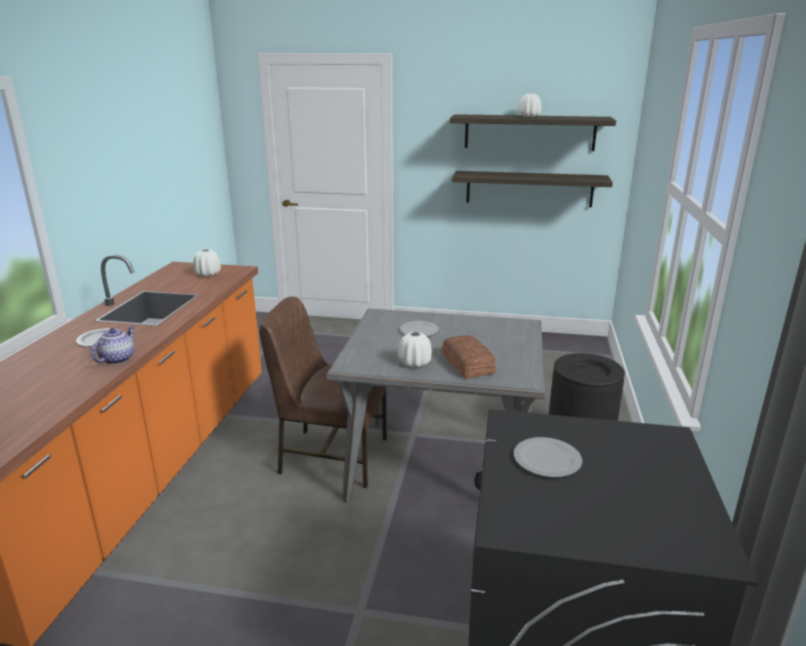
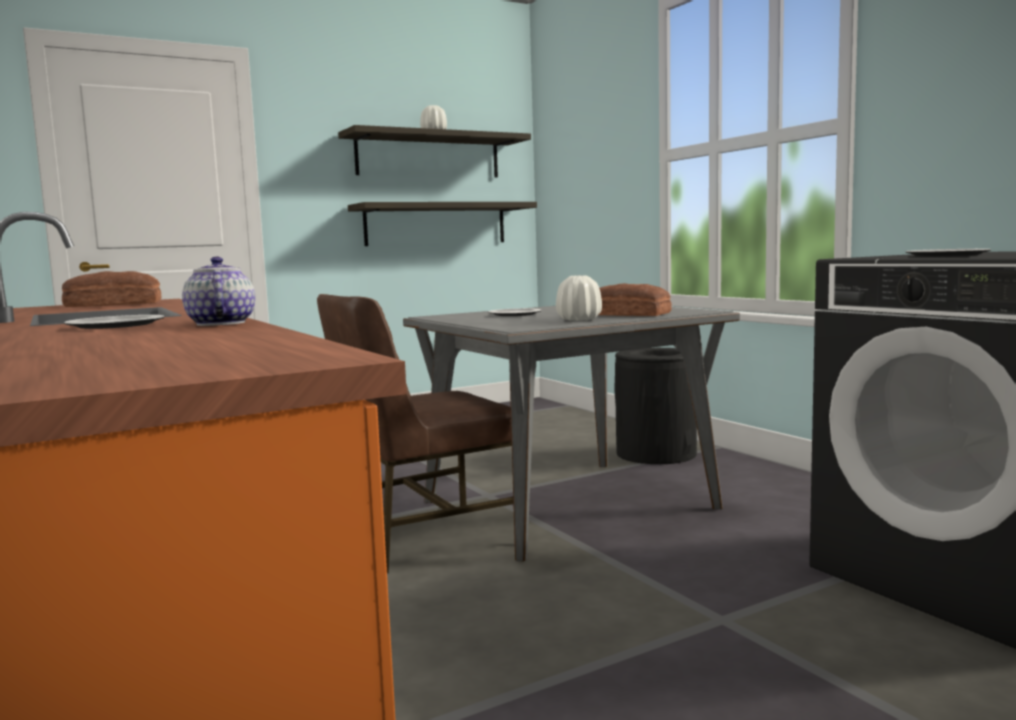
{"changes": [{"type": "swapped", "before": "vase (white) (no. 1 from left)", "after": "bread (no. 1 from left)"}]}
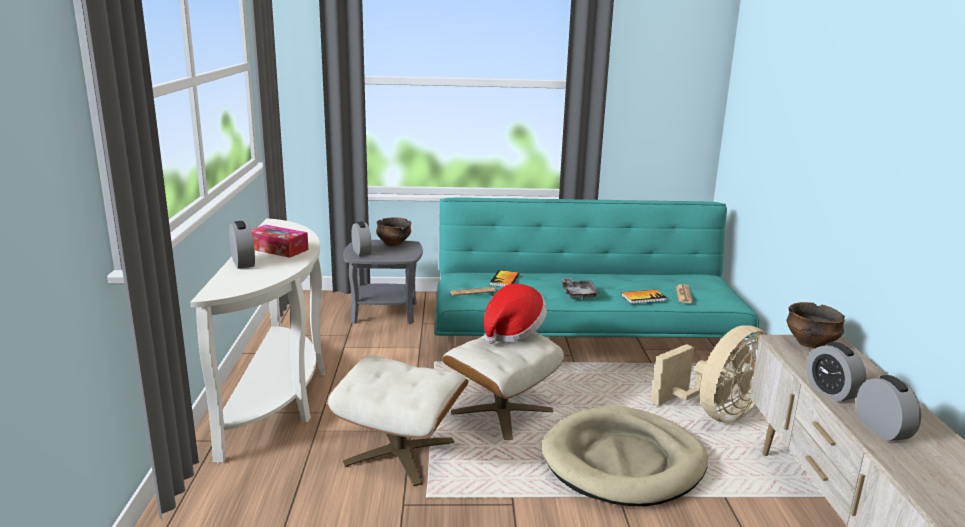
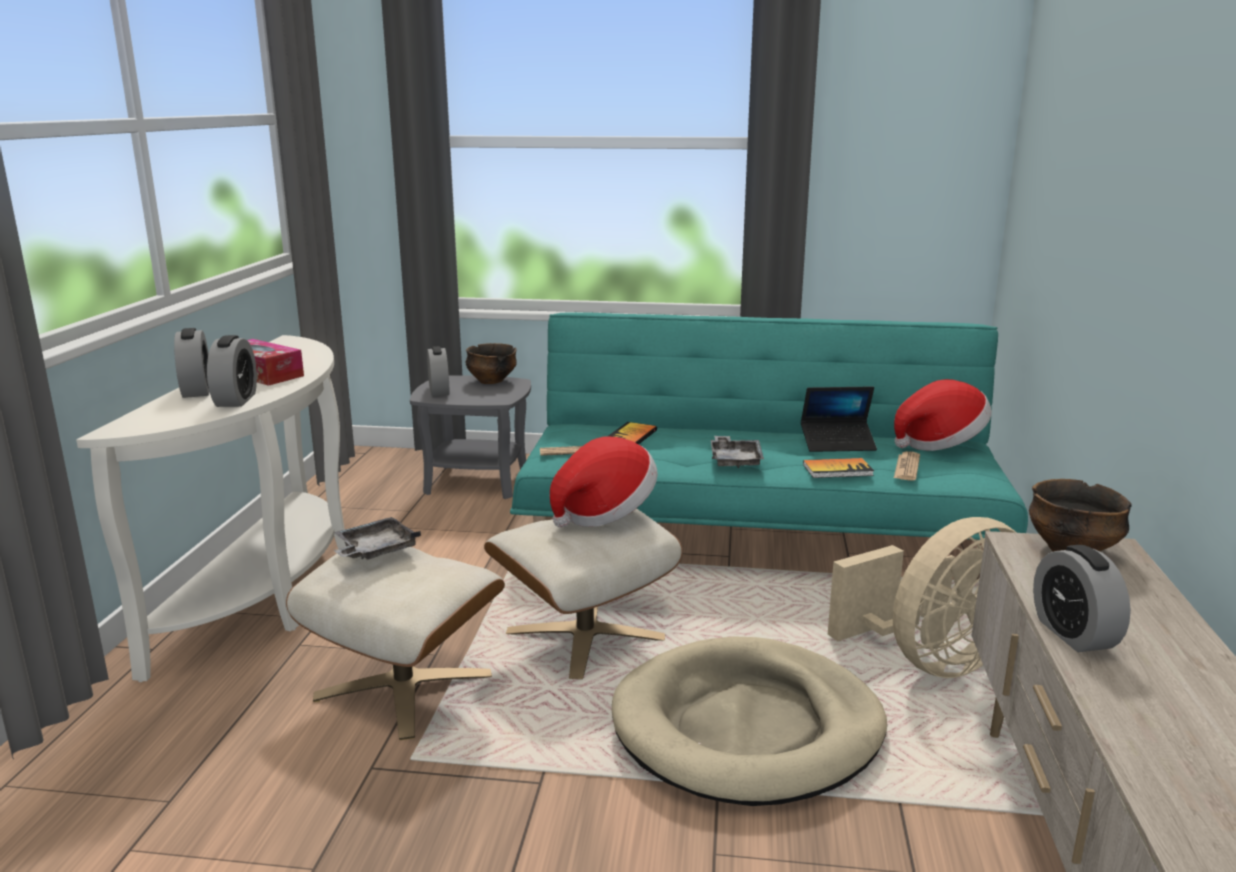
{"changes": [{"type": "shifted", "before": "alarm clock (no. 4 from left in the first image)", "after": "alarm clock (no. 2 from left)"}, {"type": "new", "after": "tray (grey) (no. 1 from left)"}, {"type": "new", "after": "laptop"}, {"type": "new", "after": "hat (no. 2 from left)"}]}
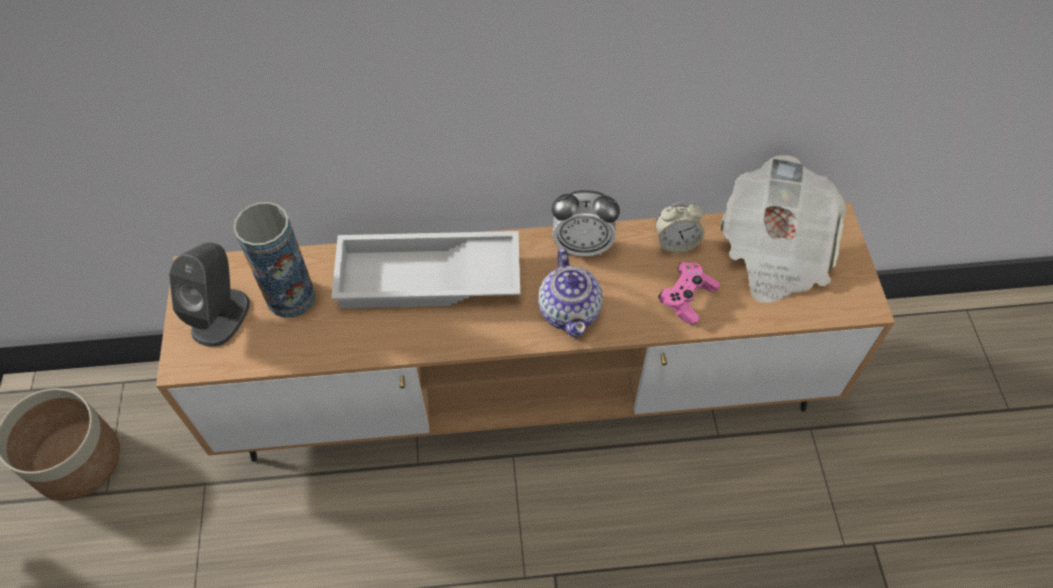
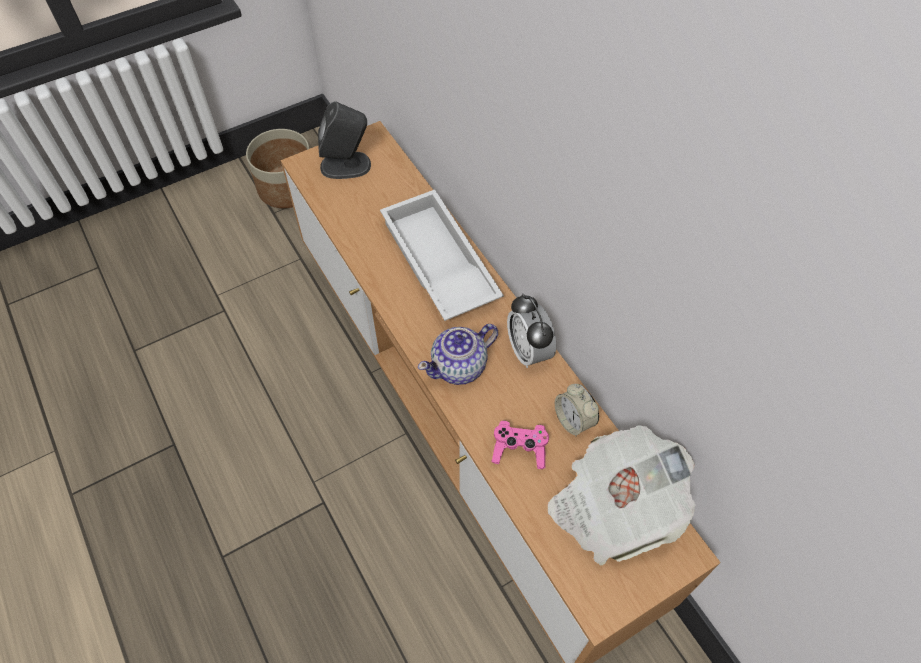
{"changes": [{"type": "gone", "before": "vase"}]}
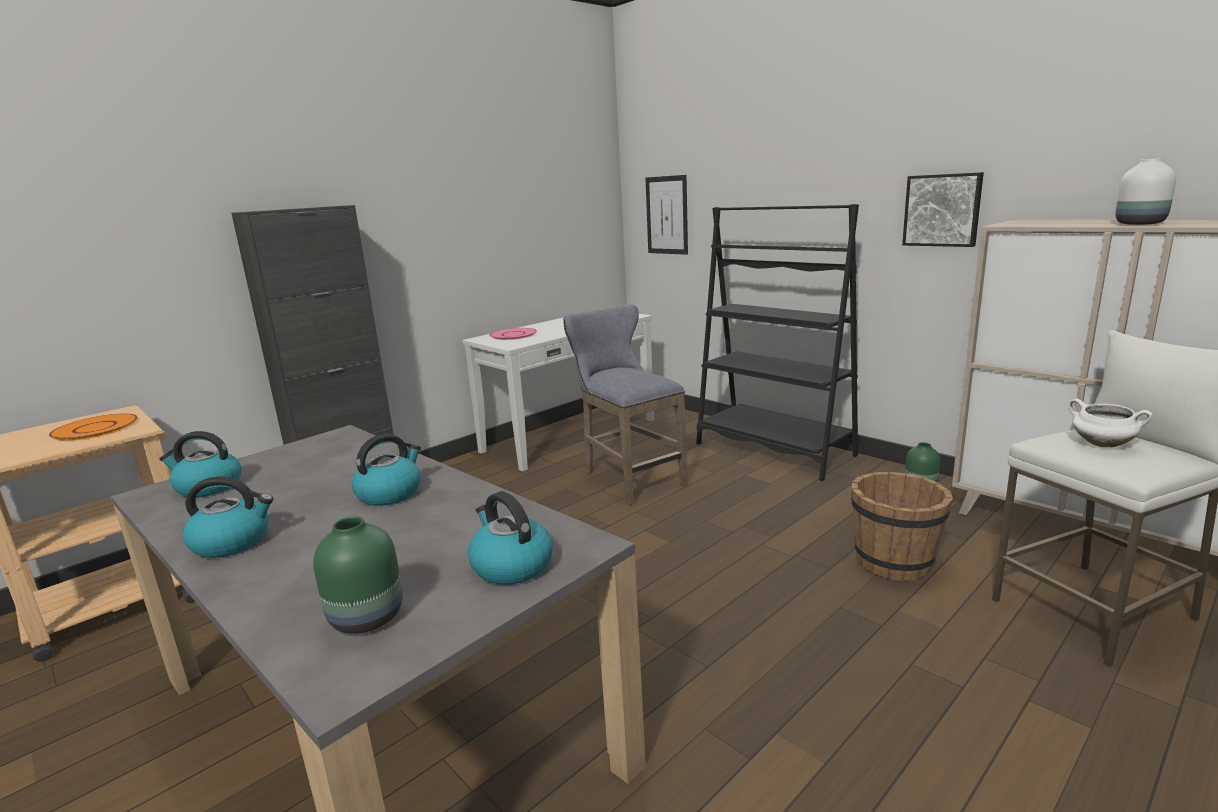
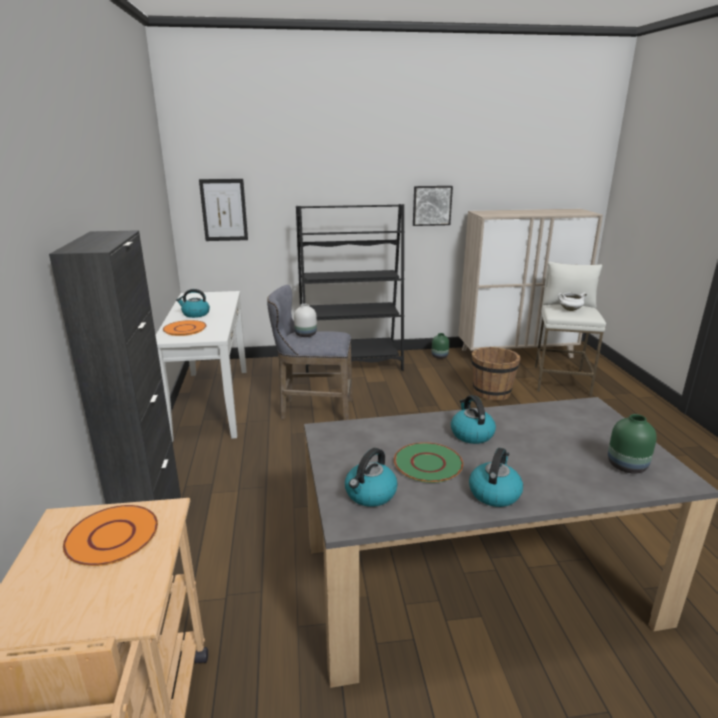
{"changes": [{"type": "repainted", "before": "plate (pink)", "after": "plate (orange) (no. 2 from left)"}, {"type": "shifted", "before": "kettle (no. 4 from left in the first image)", "after": "kettle (no. 1 from left)"}, {"type": "shifted", "before": "vase (white)"}, {"type": "new", "after": "plate (green)"}]}
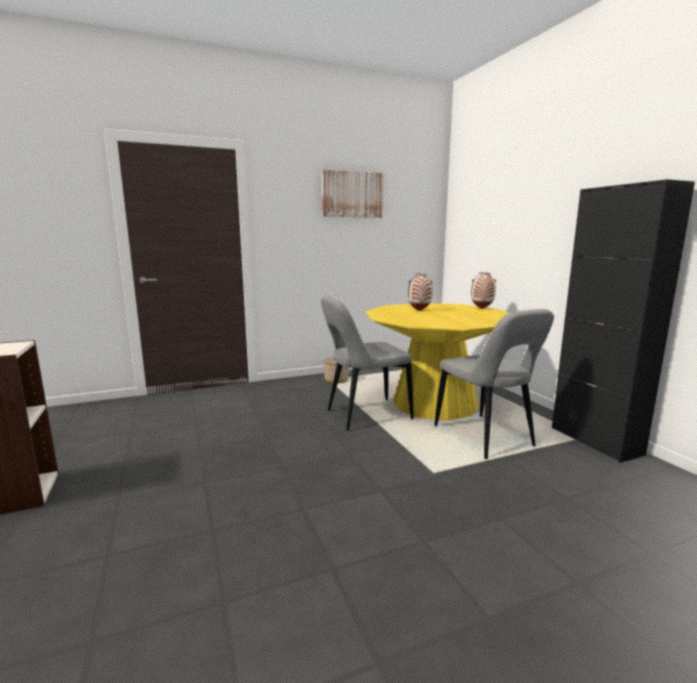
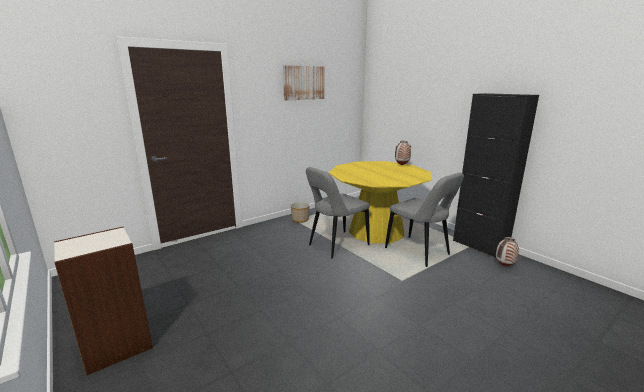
{"changes": [{"type": "shifted", "before": "vase (no. 1 from left in the first image)", "after": "vase (no. 2 from left)"}]}
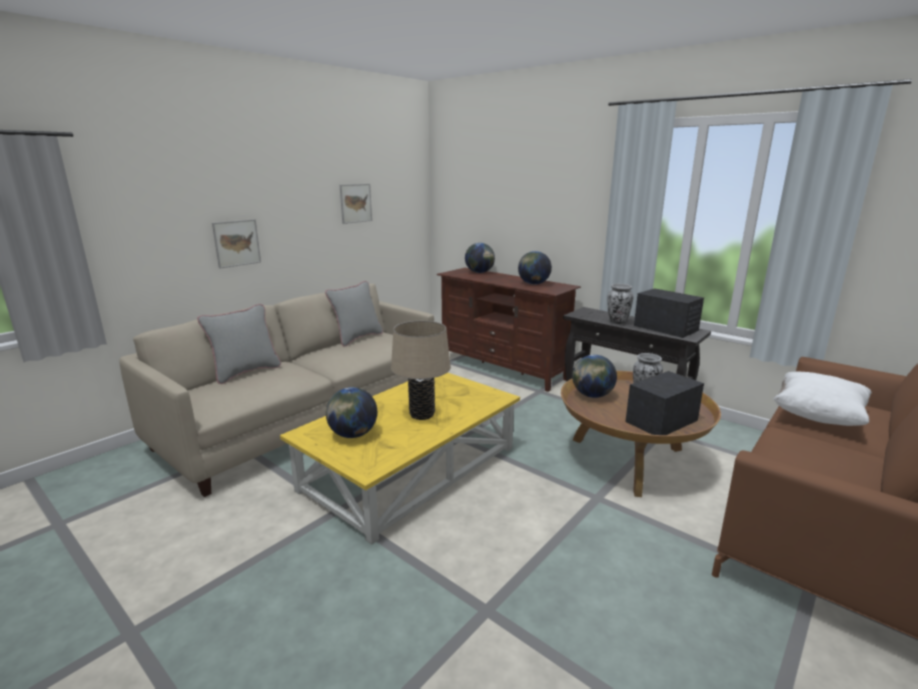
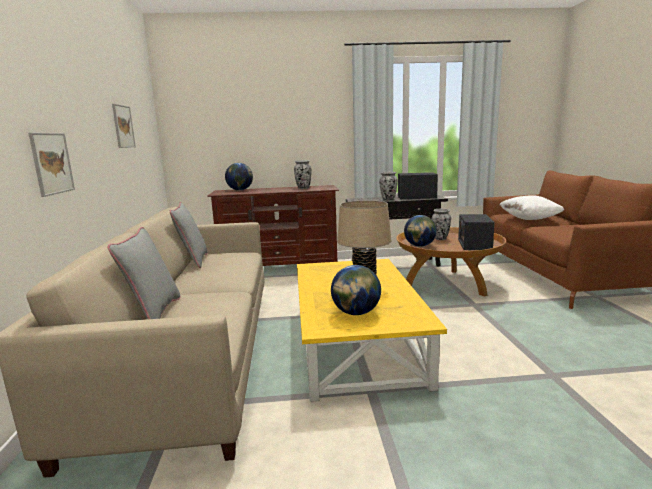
{"changes": [{"type": "swapped", "before": "globe (no. 3 from left)", "after": "vase (no. 1 from left)"}]}
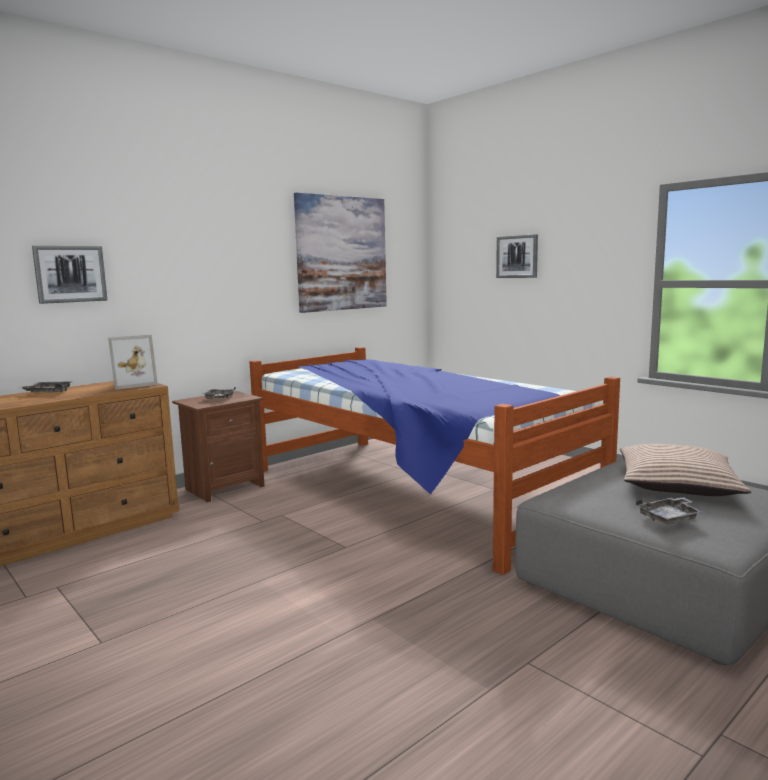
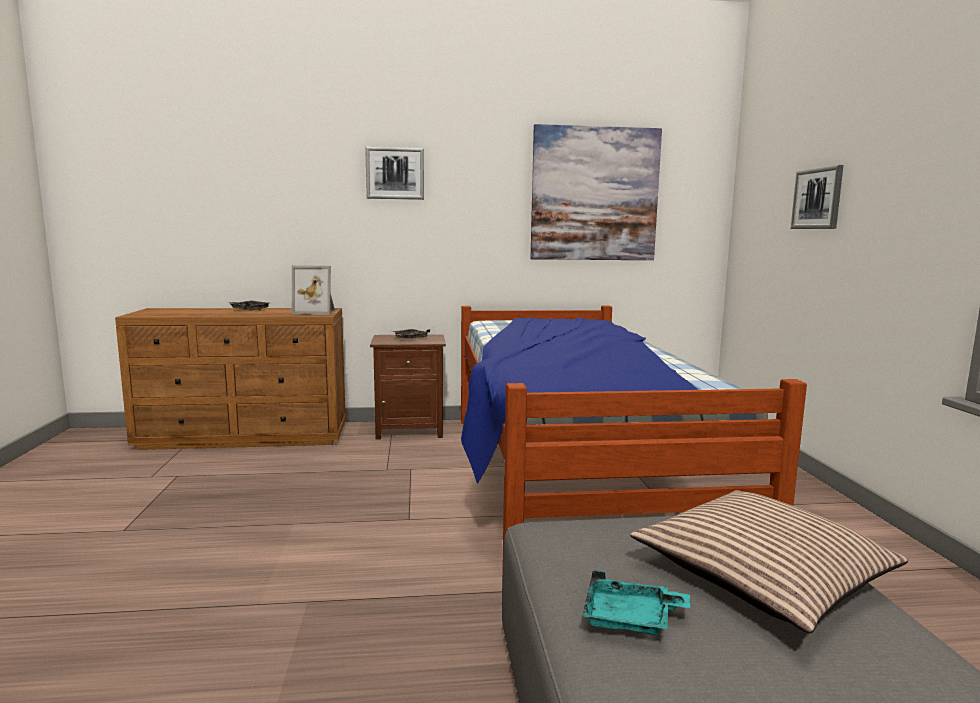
{"changes": [{"type": "shifted", "before": "picture (no. 1 from left)"}, {"type": "repainted", "before": "tray (grey) (no. 3 from left)", "after": "tray (turquoise)"}]}
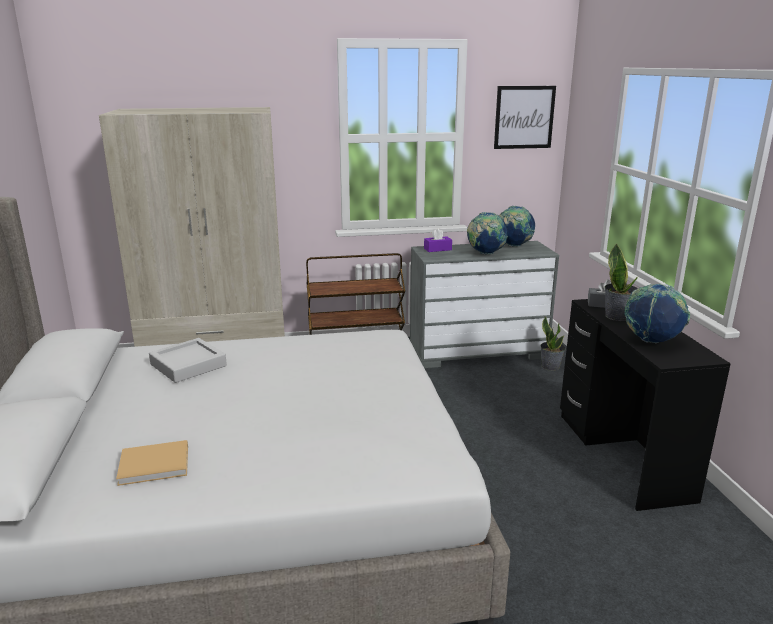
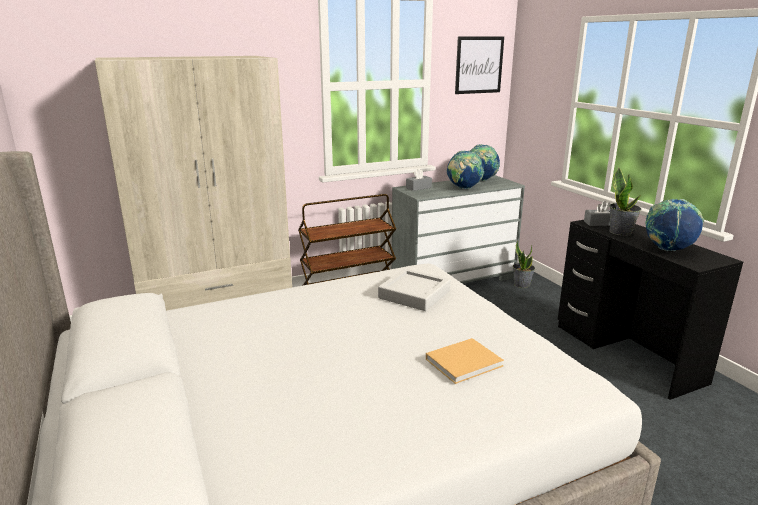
{"changes": [{"type": "shifted", "before": "tray (grey)"}, {"type": "repainted", "before": "tissue box (purple)", "after": "tissue box (grey) (no. 1 from left)"}, {"type": "shifted", "before": "book (beige)"}]}
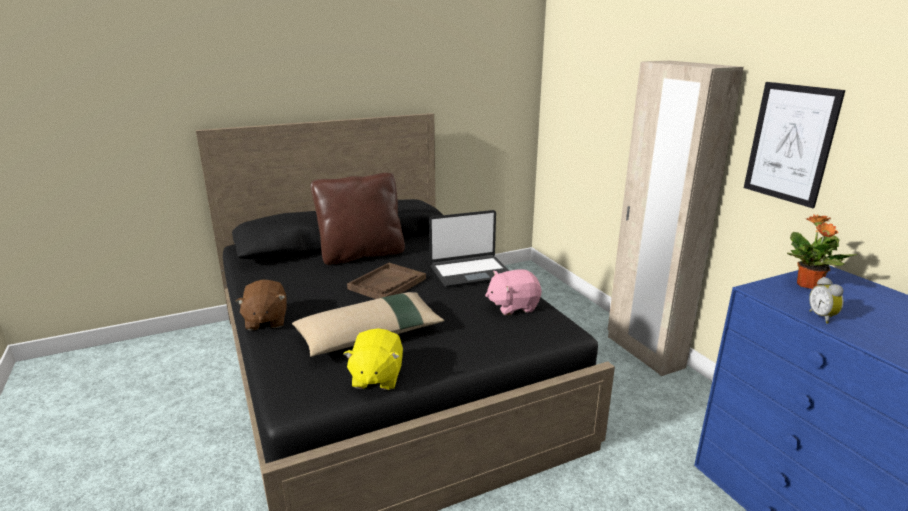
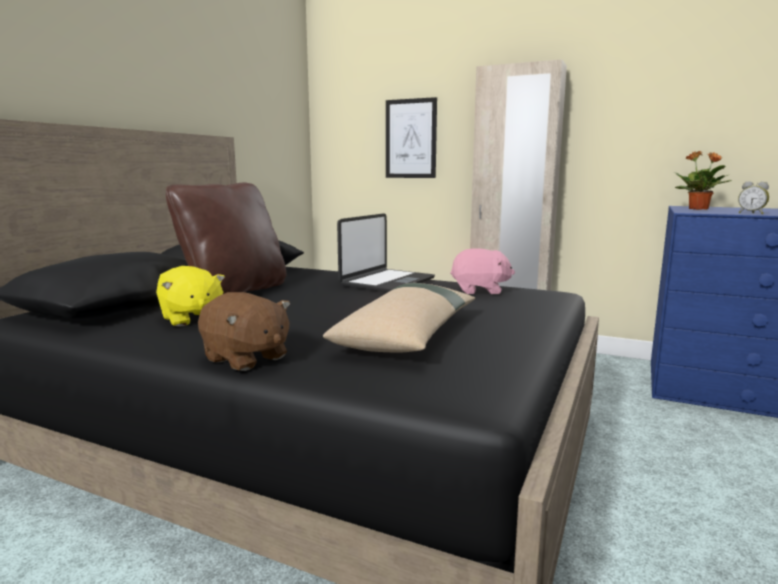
{"changes": [{"type": "shifted", "before": "plush toy (yellow)"}, {"type": "shifted", "before": "picture"}, {"type": "rotated", "before": "plush toy (pink)", "turn": -120}, {"type": "gone", "before": "tray (brown)"}]}
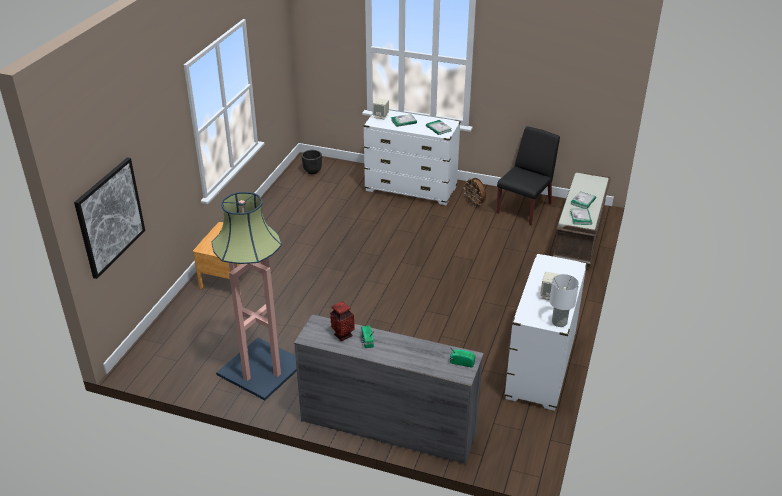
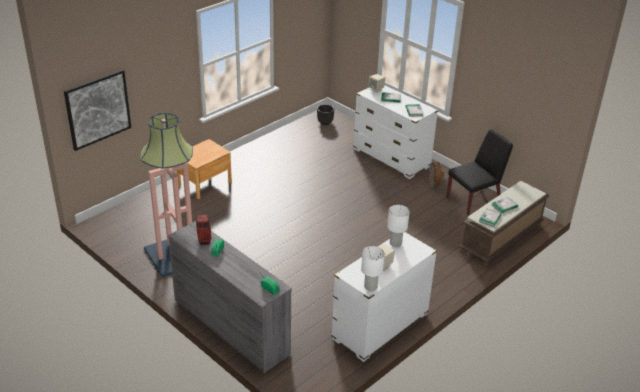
{"changes": [{"type": "new", "after": "table lamp (white) (no. 2 from left)"}]}
